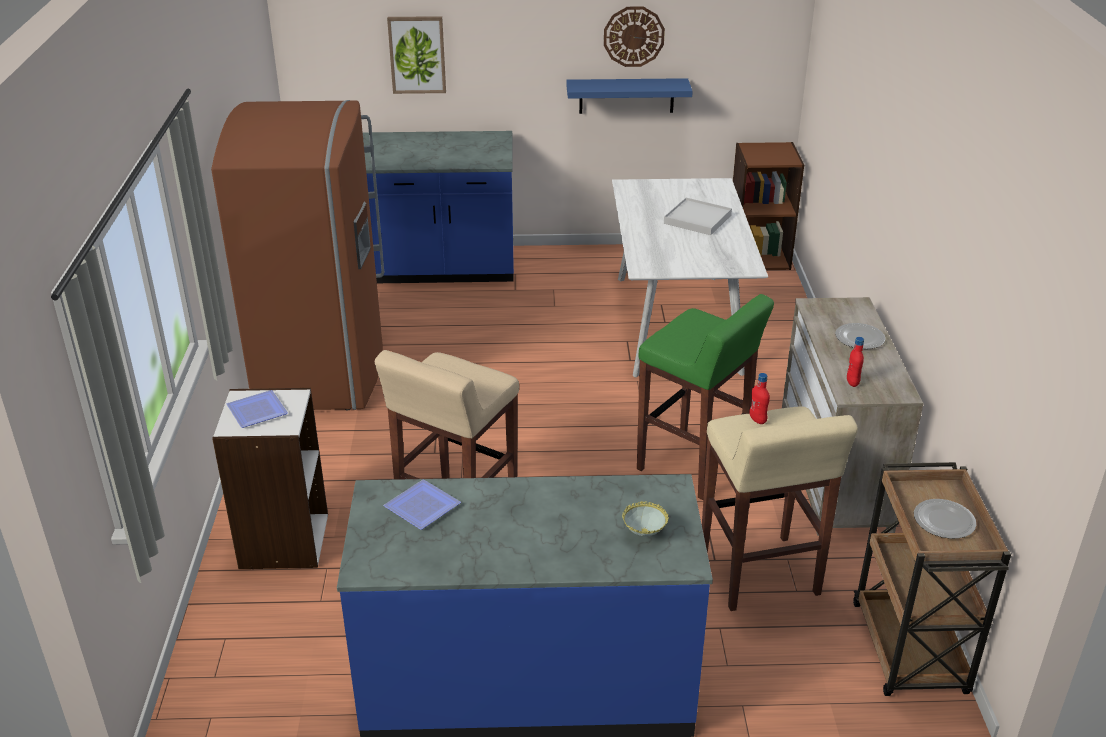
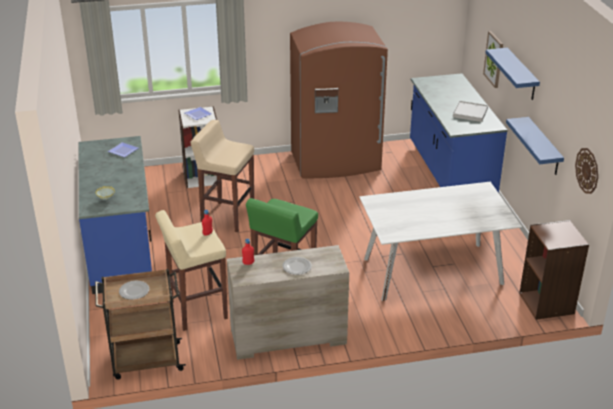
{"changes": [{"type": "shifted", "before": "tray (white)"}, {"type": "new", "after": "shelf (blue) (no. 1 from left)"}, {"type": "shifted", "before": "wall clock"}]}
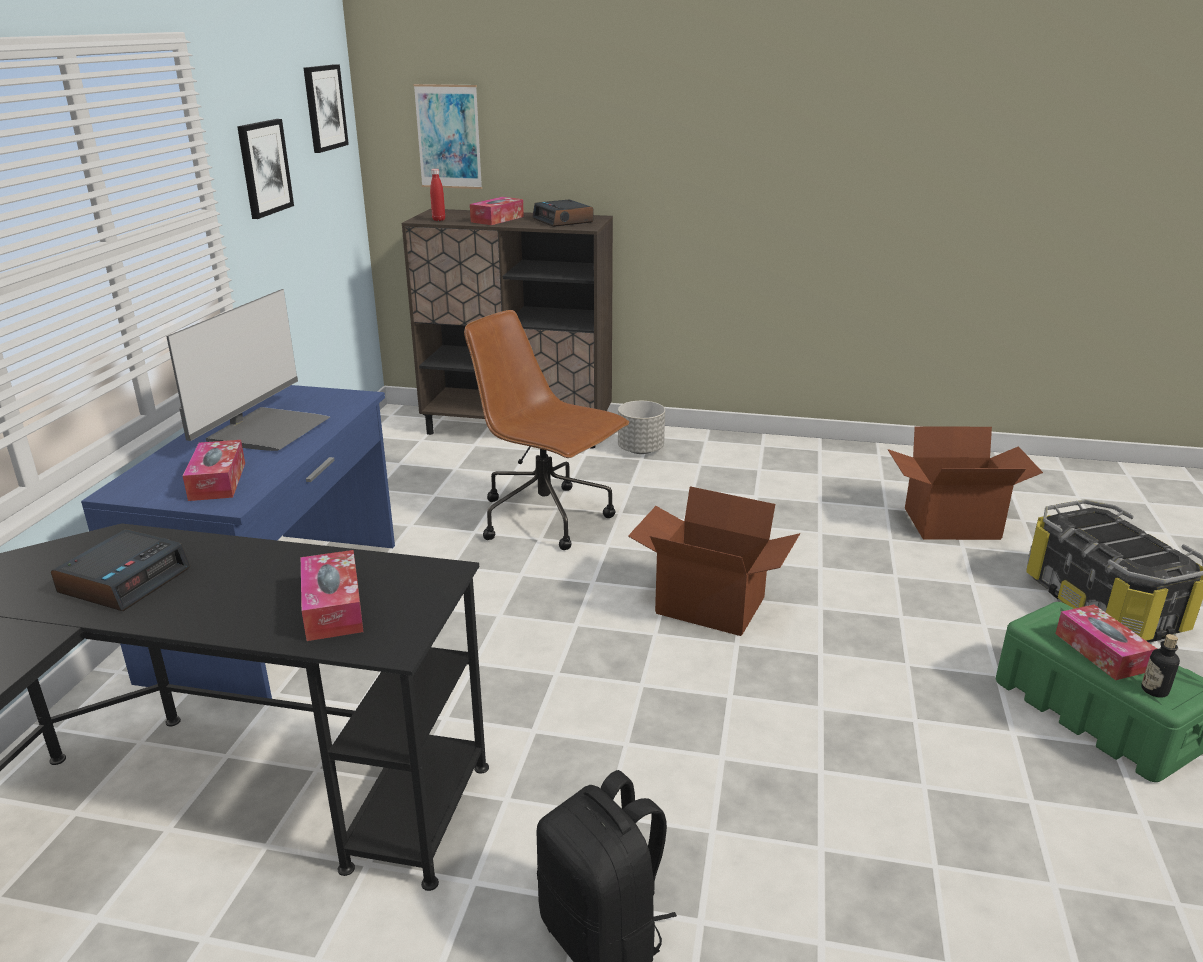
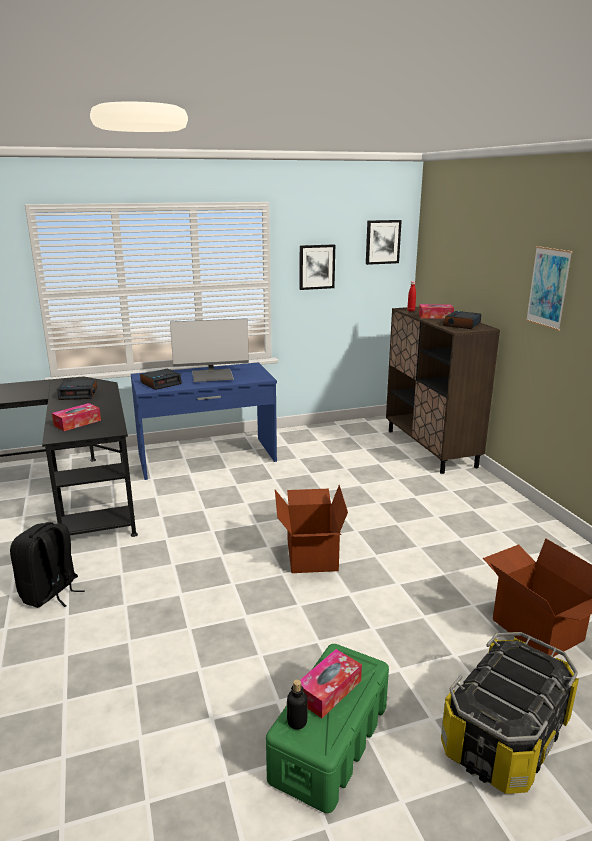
{"changes": [{"type": "swapped", "before": "tissue box (no. 1 from left)", "after": "alarm clock (no. 2 from left)"}, {"type": "shifted", "before": "picture (no. 3 from left)"}, {"type": "gone", "before": "office chair (brown)"}, {"type": "gone", "before": "planter (grey)"}]}
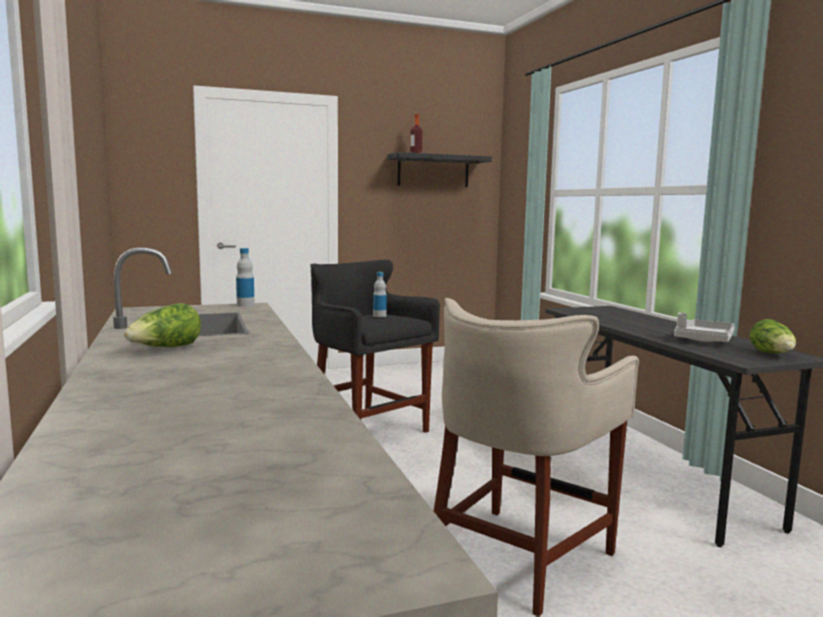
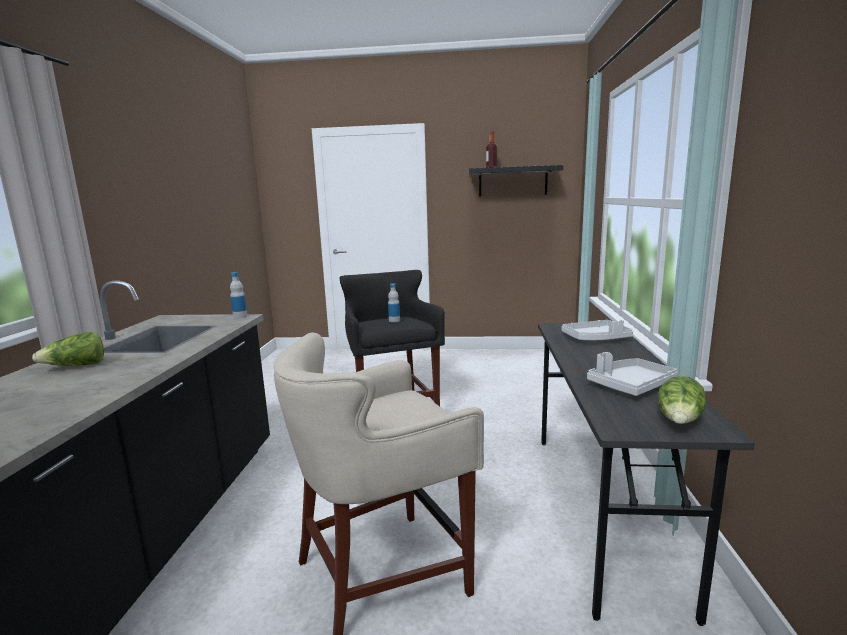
{"changes": [{"type": "new", "after": "tray (grey) (no. 1 from left)"}]}
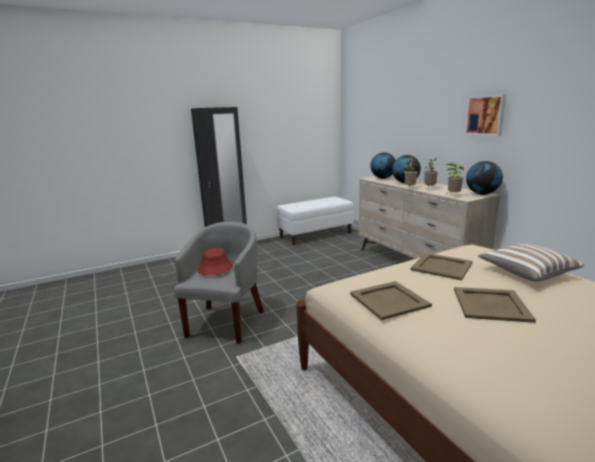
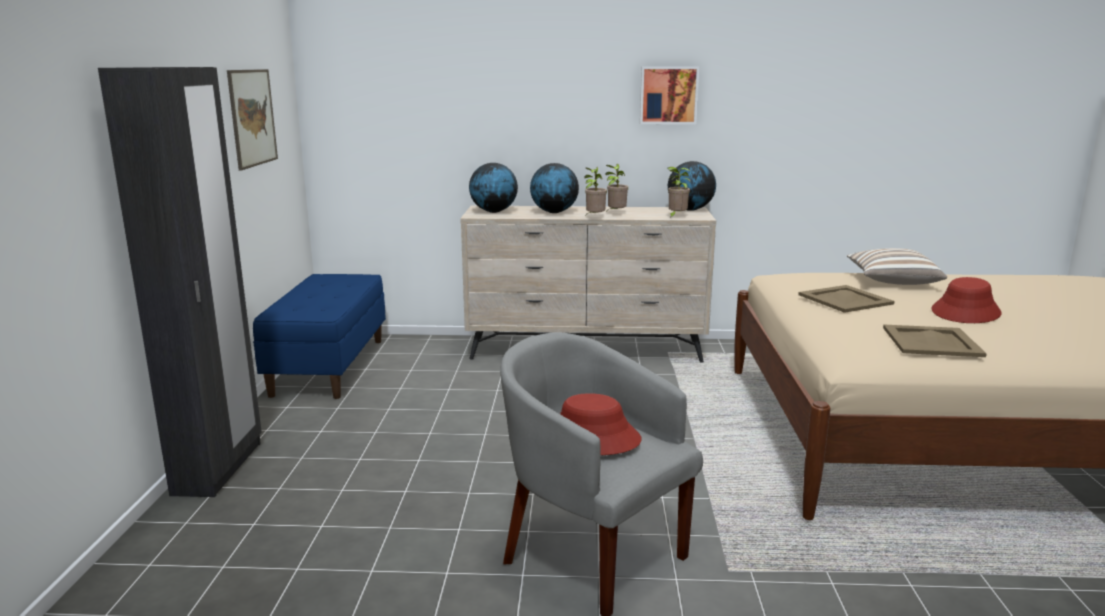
{"changes": [{"type": "new", "after": "picture (no. 1 from left)"}, {"type": "repainted", "before": "bench (white)", "after": "bench (blue)"}, {"type": "swapped", "before": "tray (beige) (no. 3 from left)", "after": "hat (red) (no. 2 from left)"}]}
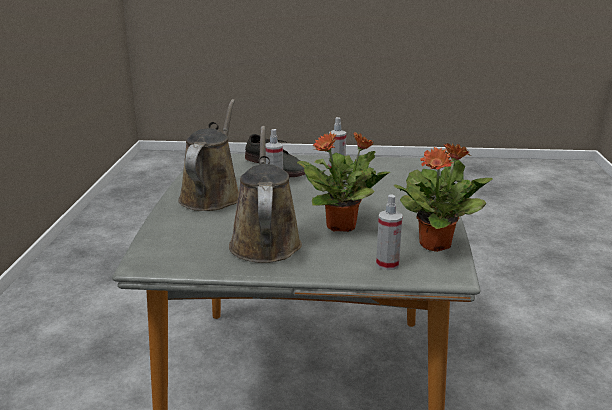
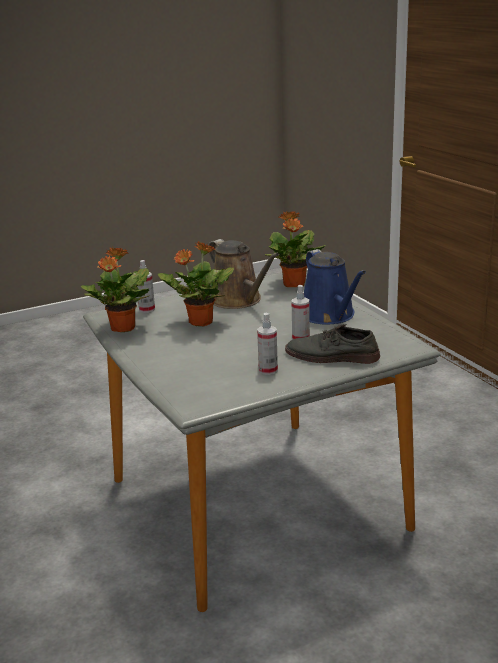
{"changes": [{"type": "new", "after": "potted plant (no. 3 from left)"}, {"type": "repainted", "before": "watering can (brown) (no. 1 from left)", "after": "watering can (blue)"}]}
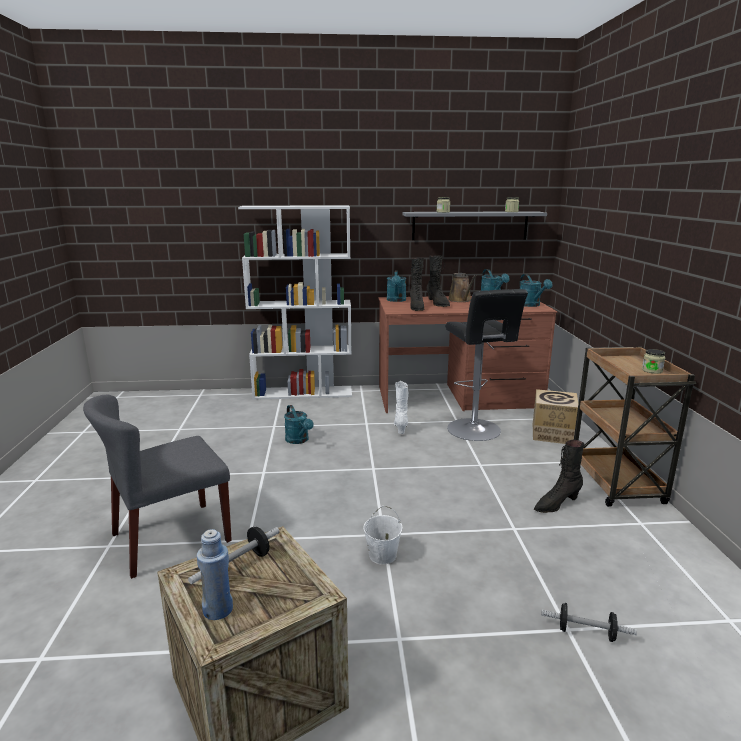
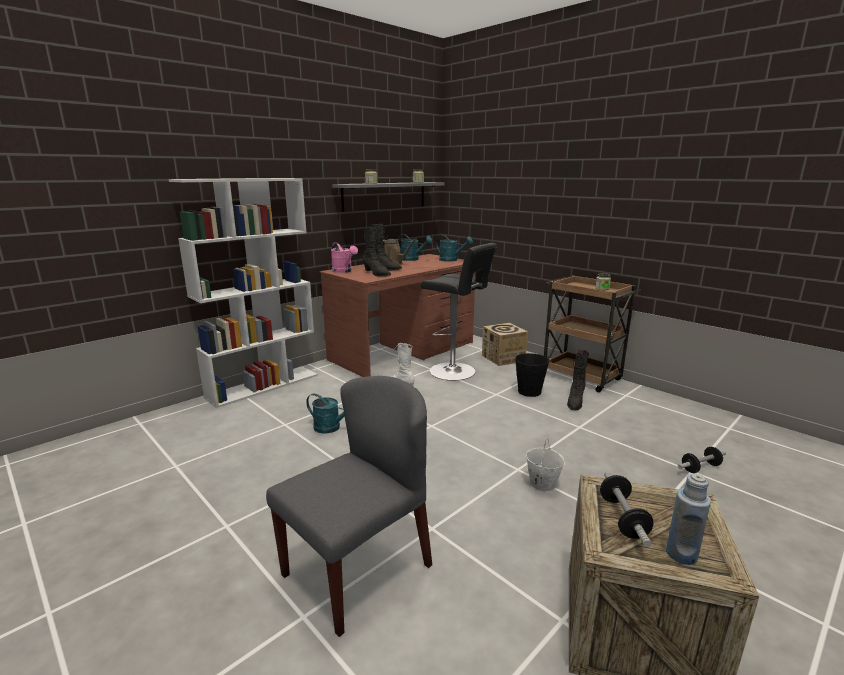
{"changes": [{"type": "rotated", "before": "chair (grey)", "turn": -150}, {"type": "repainted", "before": "watering can (turquoise) (no. 2 from left)", "after": "watering can (pink)"}, {"type": "new", "after": "bucket (black)"}]}
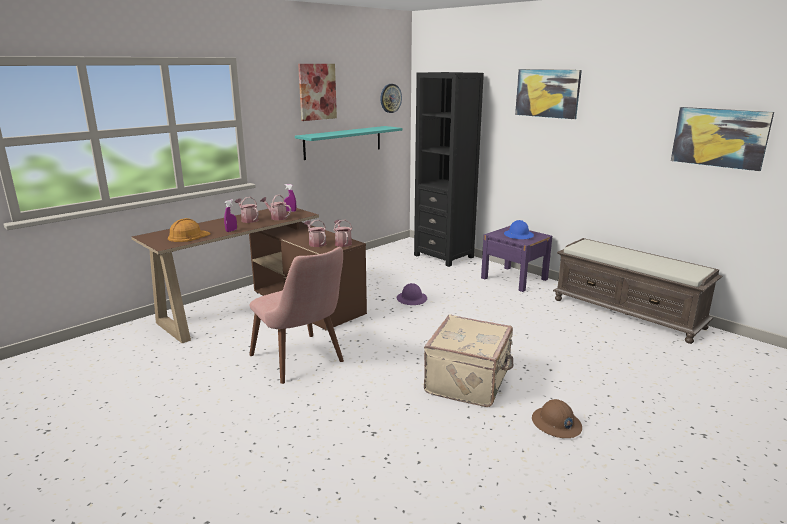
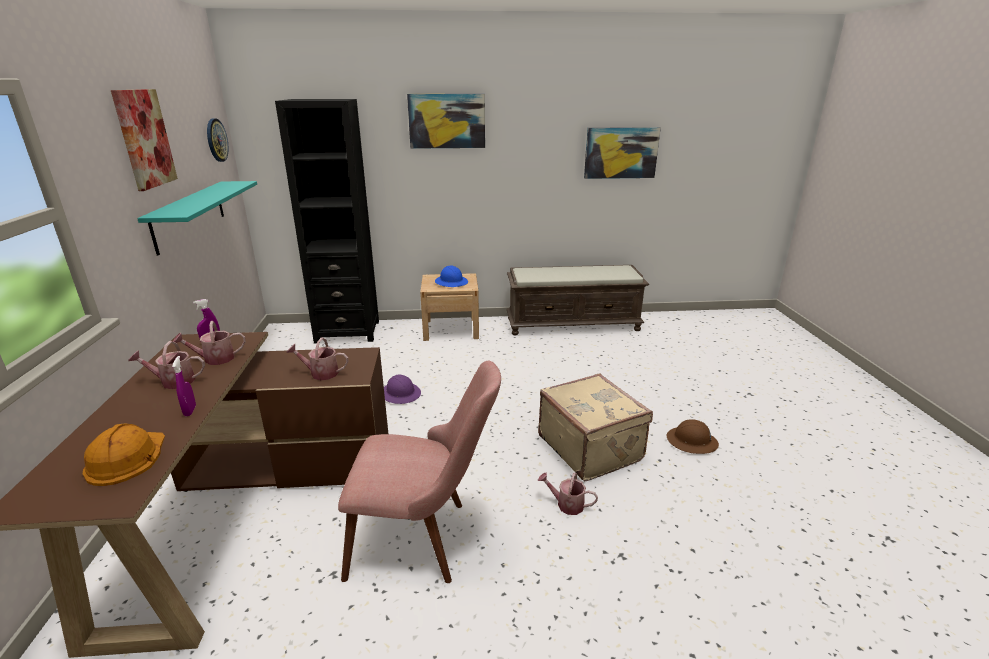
{"changes": [{"type": "repainted", "before": "nightstand (purple)", "after": "nightstand (beige)"}, {"type": "shifted", "before": "watering can (no. 4 from left)"}]}
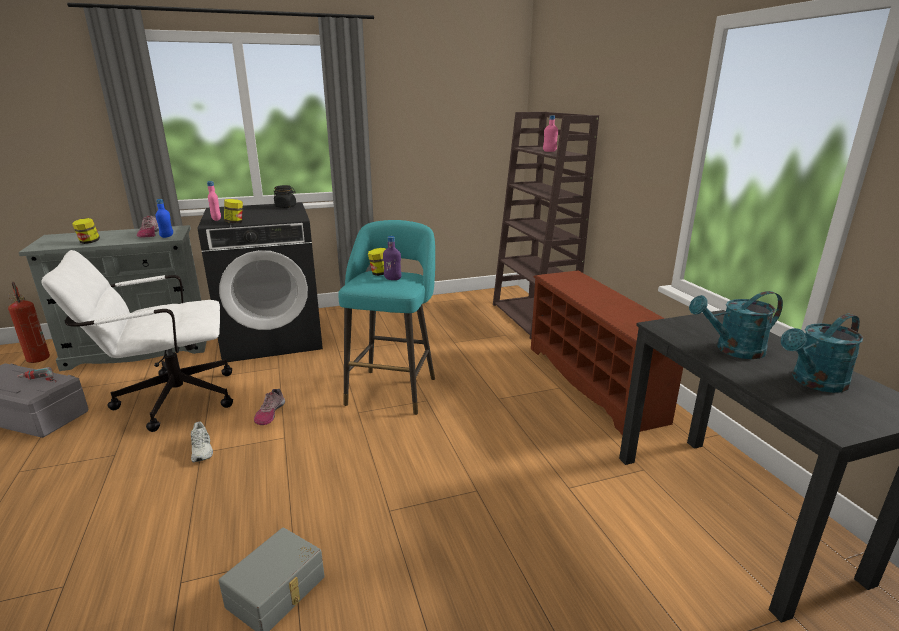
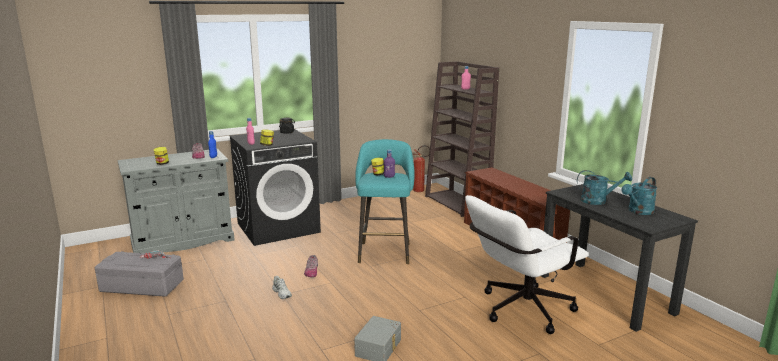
{"changes": [{"type": "shifted", "before": "fire extinguisher"}, {"type": "shifted", "before": "office chair (white)"}, {"type": "rotated", "before": "watering can (turquoise) (no. 1 from left)", "turn": -150}]}
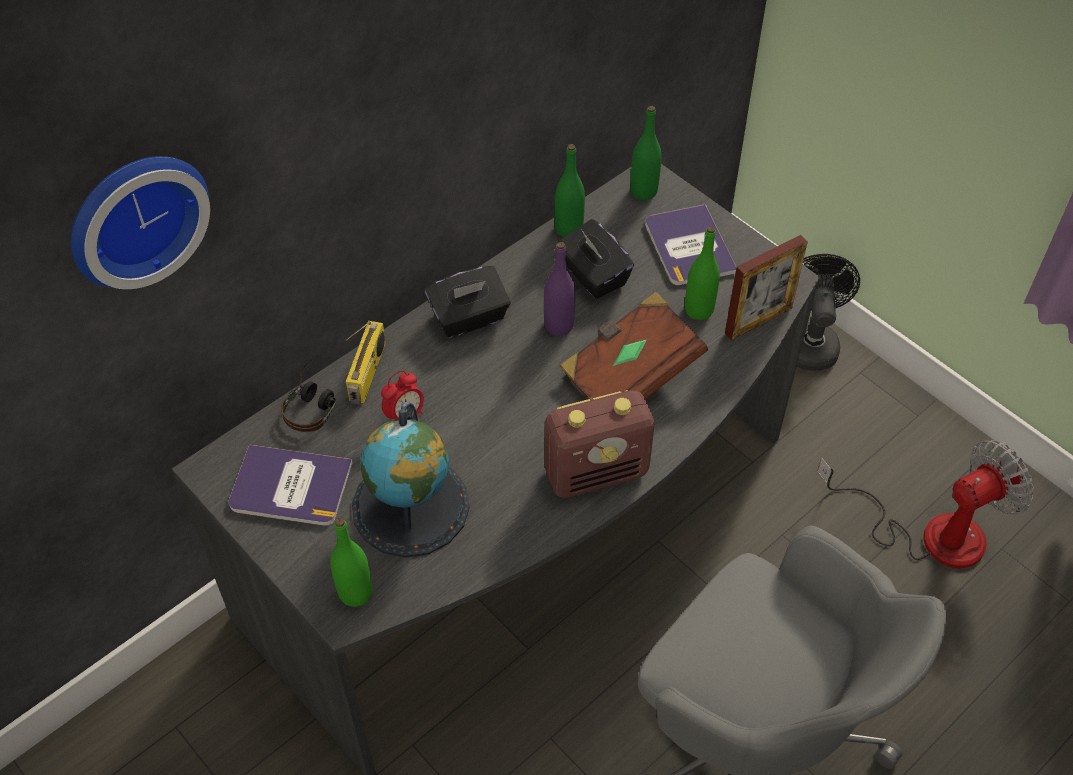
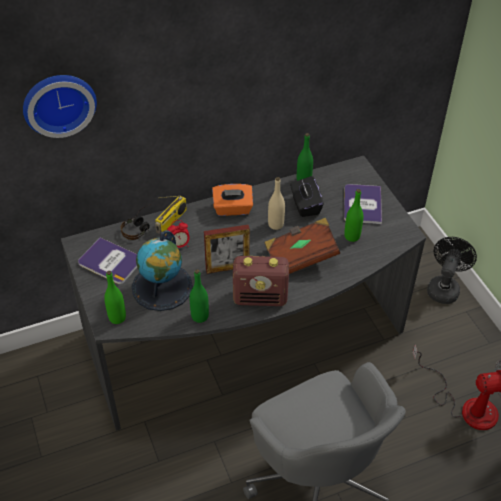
{"changes": [{"type": "shifted", "before": "bottle (green) (no. 3 from left in the first image)", "after": "bottle (green) (no. 2 from left)"}, {"type": "shifted", "before": "picture frame"}, {"type": "repainted", "before": "tissue box (black) (no. 1 from left)", "after": "tissue box (orange)"}, {"type": "repainted", "before": "bottle (purple)", "after": "bottle (beige)"}]}
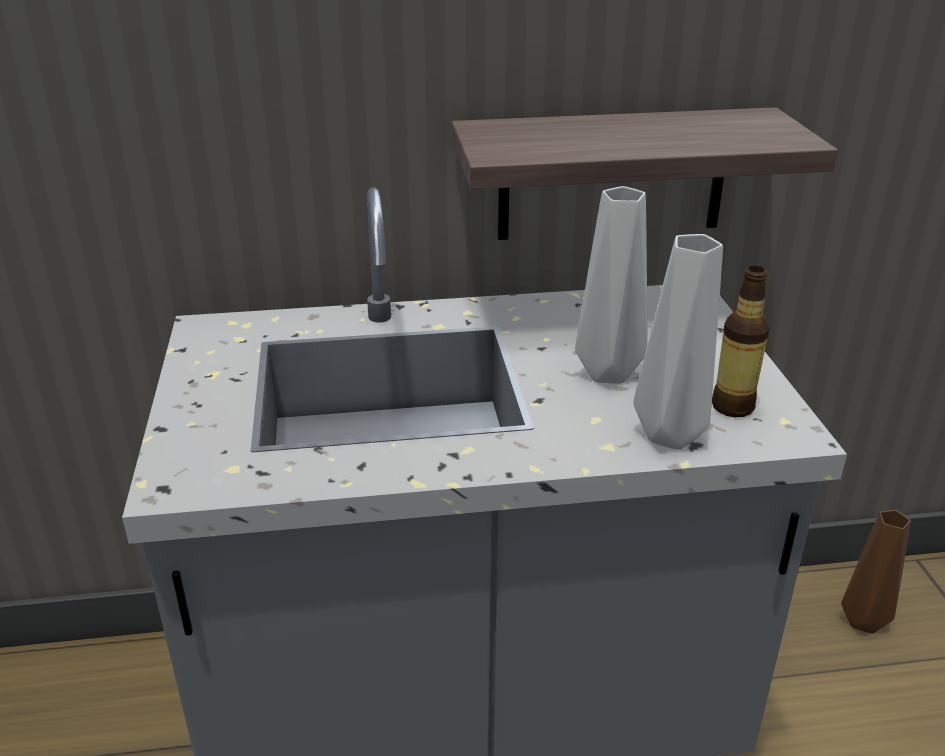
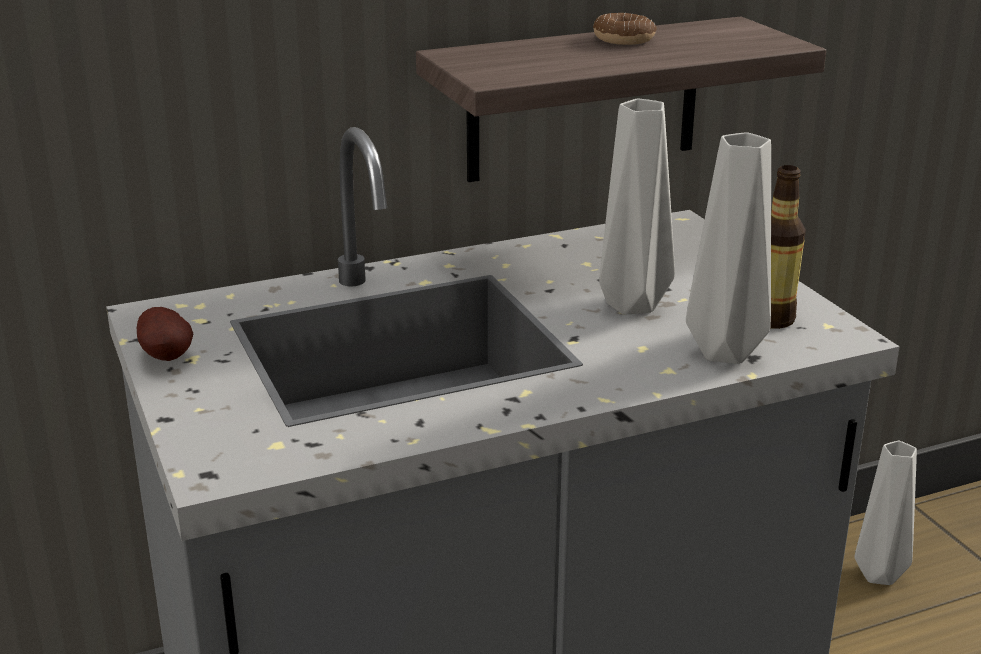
{"changes": [{"type": "new", "after": "potato"}, {"type": "new", "after": "donut"}, {"type": "repainted", "before": "vase (brown)", "after": "vase (grey) (no. 3 from left)"}]}
